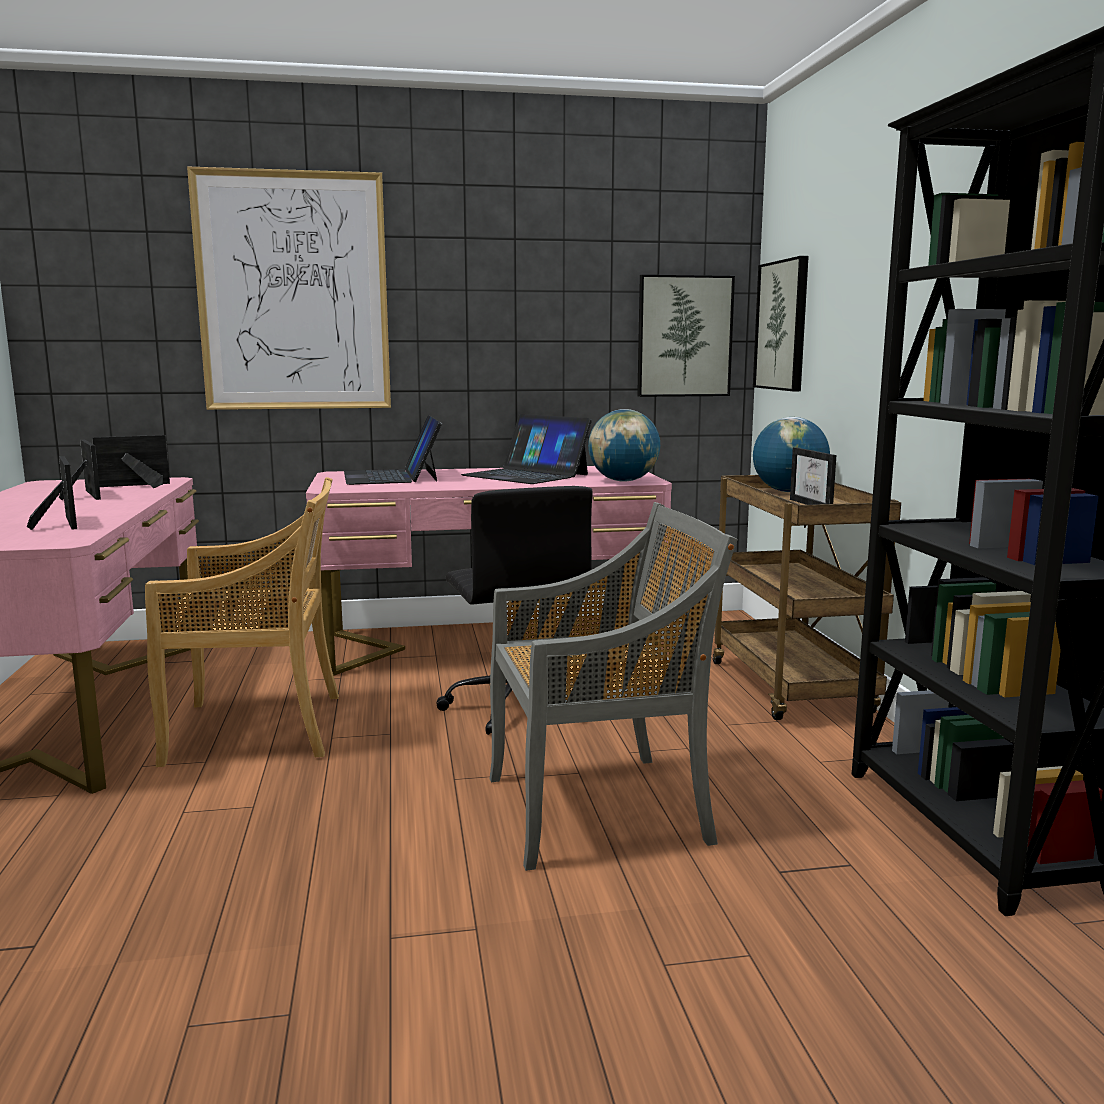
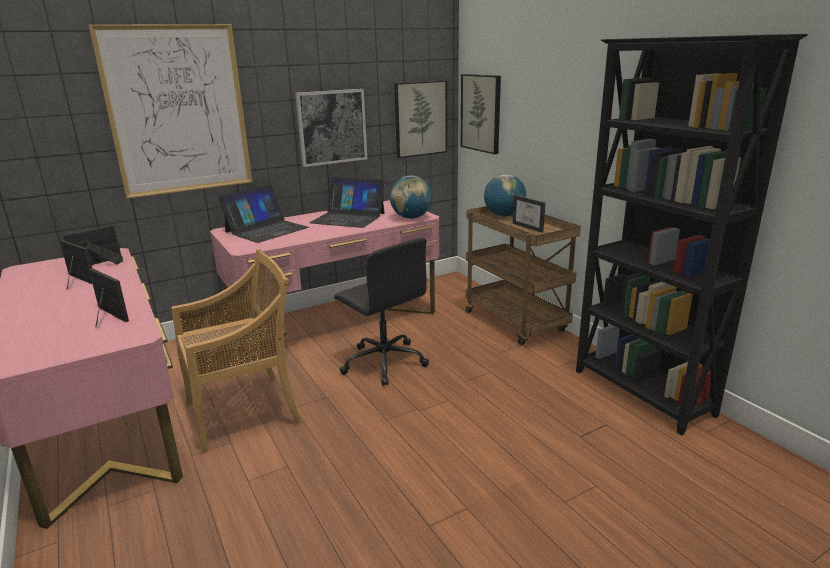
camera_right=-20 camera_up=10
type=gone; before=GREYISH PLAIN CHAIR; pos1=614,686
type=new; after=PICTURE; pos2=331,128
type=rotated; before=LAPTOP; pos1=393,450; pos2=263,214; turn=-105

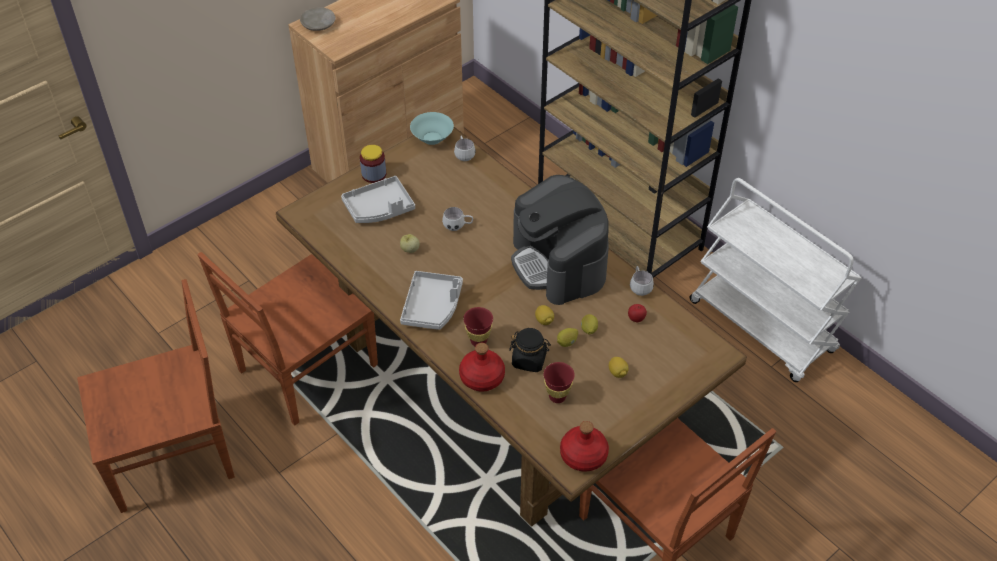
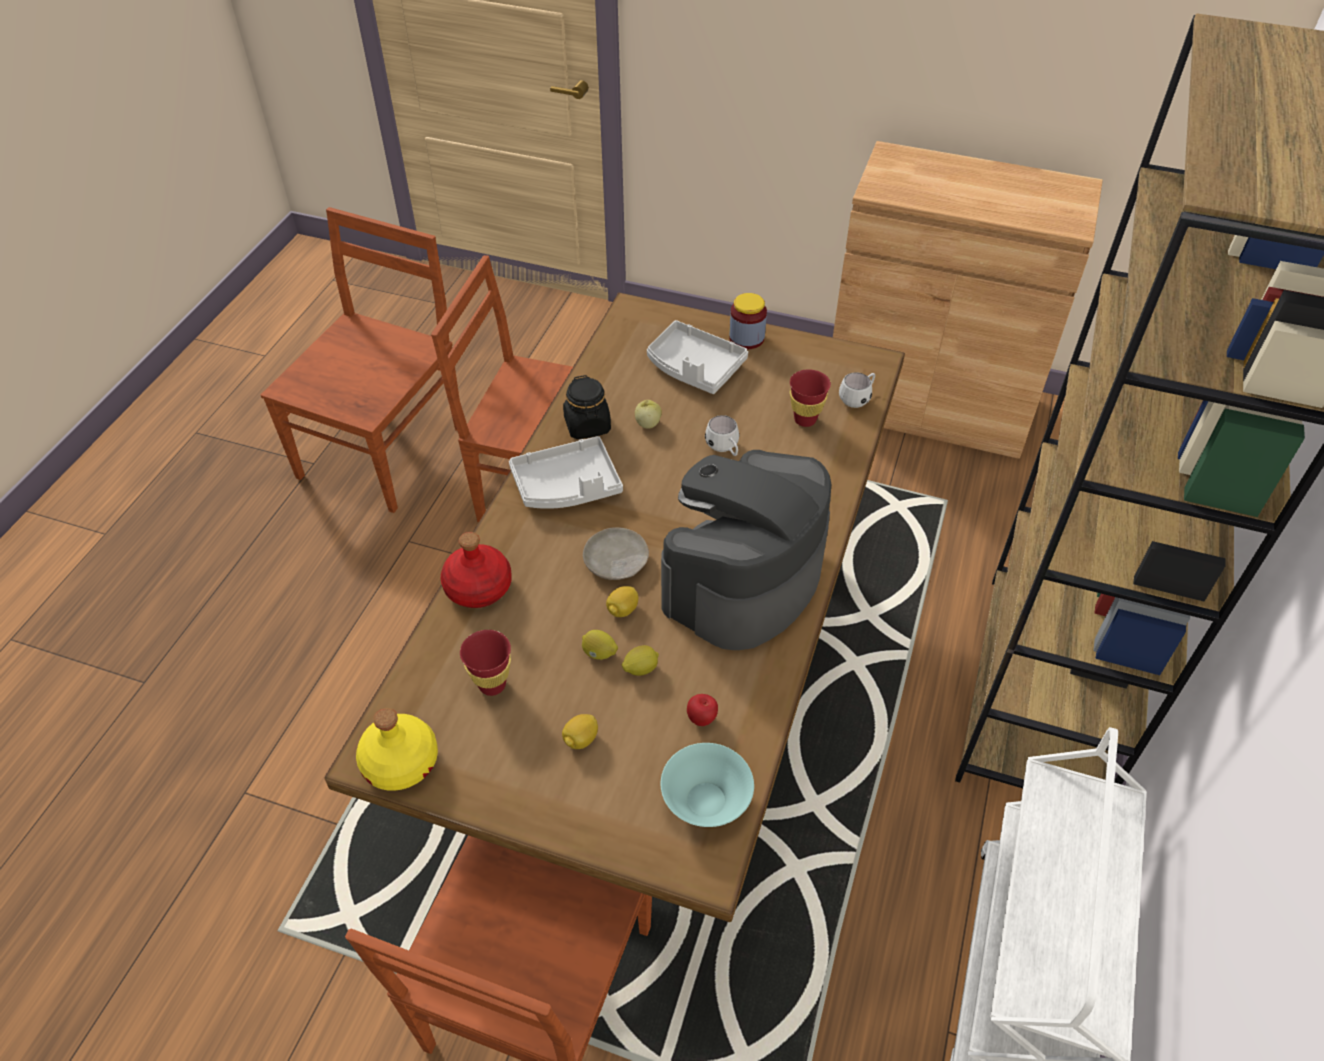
camera_right=60 camera_up=0
type=gone; before=WHITE COFFEE MUG; pos1=642,281
type=shifted; before=BEIGE FLAT DISH; pos1=318,19; pos2=616,554
type=shifted; before=TURQUOISE DEEP DISH; pos1=432,128; pos2=707,785
type=shifted; before=RED-COLOURED SMALL CUP; pos1=478,326; pos2=810,398
type=shifted; before=BLACK-COLOURED STORAGE JAR; pos1=530,350; pos2=587,407
type=repainted; before=RED-COLOURED BEVERAGE BOTTLE; after=YELLOWISH BEVERAGE BOTTLE; pos1=584,446; pos2=397,749
type=rotated; before=BROWN PLAIN CHAIR; pos1=156,396; pos2=360,360; turn=-105

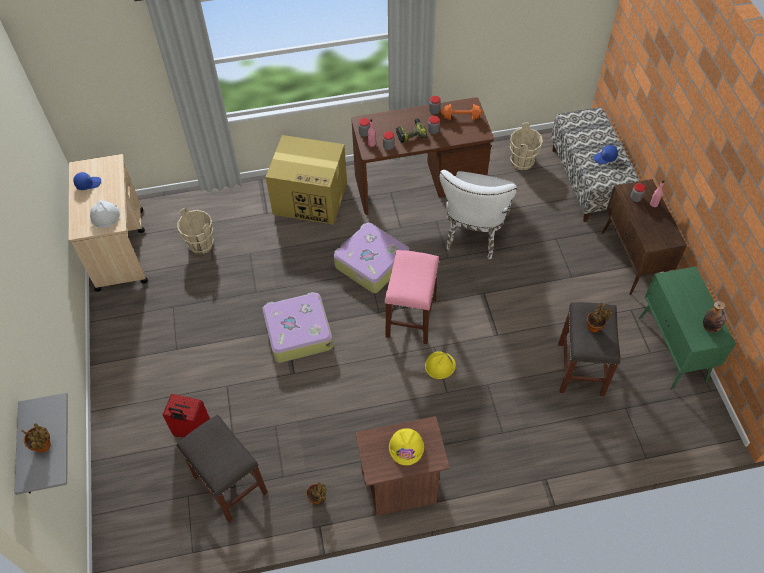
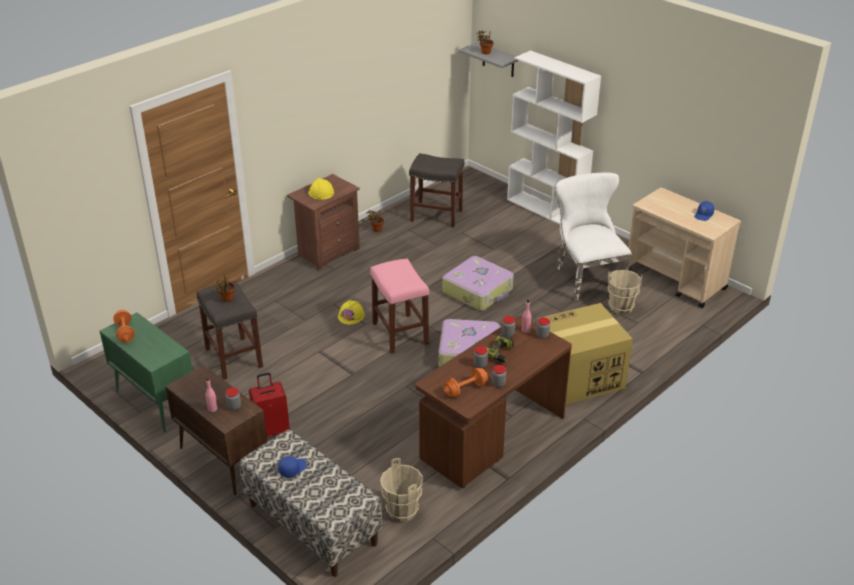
camera_right=145 camera_up=-20
type=gone; before=WHITE WORK HELMET; pos1=105,214
type=new; after=WHITE SHELVING UNIT; pos2=554,137
type=shifted; before=RED-COLOURED TRAVEL CASE; pos1=186,416; pos2=269,404
type=shifted; before=WHITE PLAIN CHAIR; pos1=478,214; pos2=593,237
type=swapped; before=BEVERAGE BOTTLE; after=ORANGE-COLOURED HAND WEIGHT; pos1=714,316; pos2=124,326

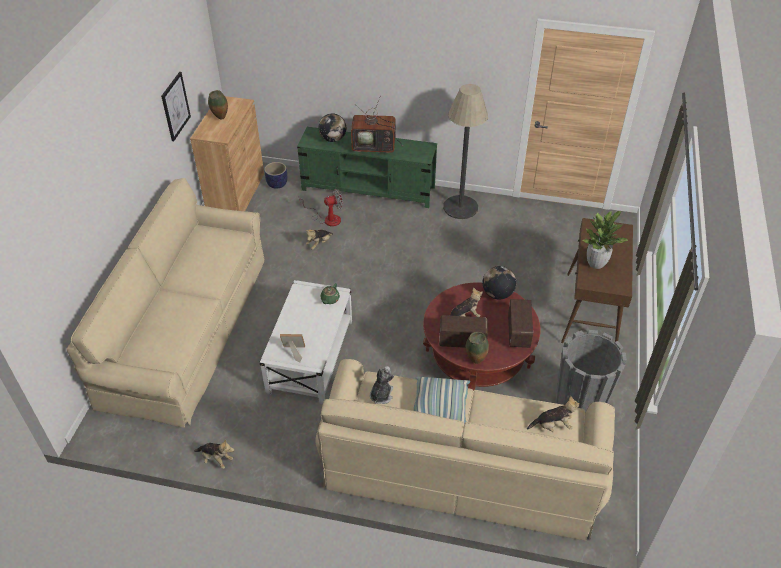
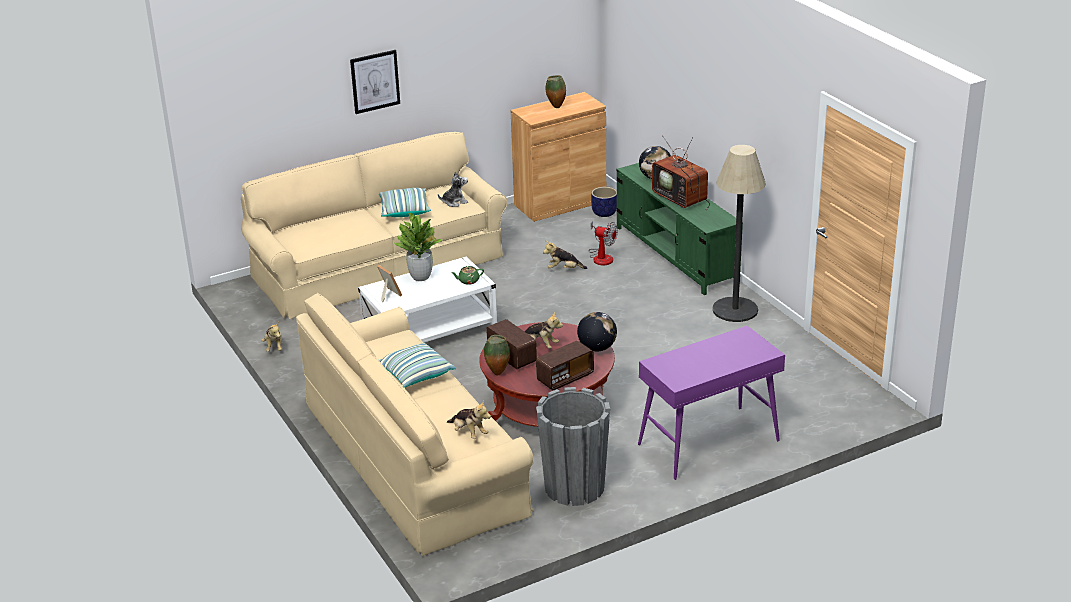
camera_right=50 camera_up=-15
type=new; after=PILLOW; pos2=405,202
type=shifted; before=PICTURE; pos1=176,106; pos2=375,82
type=shifted; before=CUDDLY TOY; pos1=382,385; pos2=453,189
type=shifted; before=PLANT IN A POT; pos1=605,240; pos2=418,247
type=repainted; before=BROWN NARROW TABLE; after=PURPLE-COLOURED NARROW TABLE; pos1=597,280; pos2=711,403

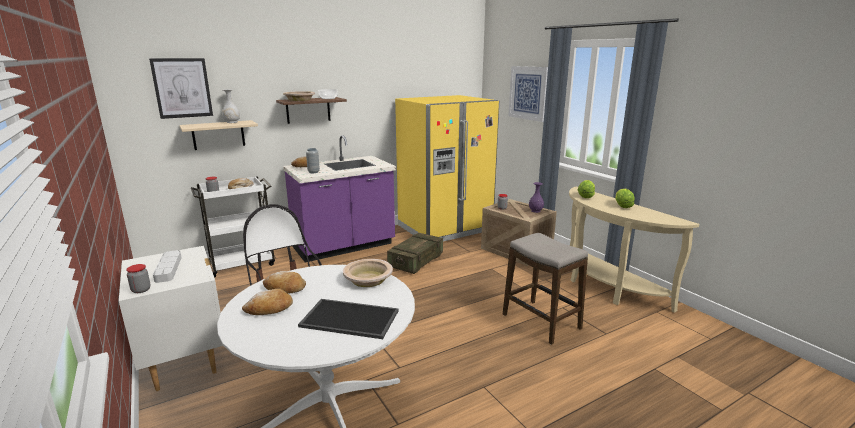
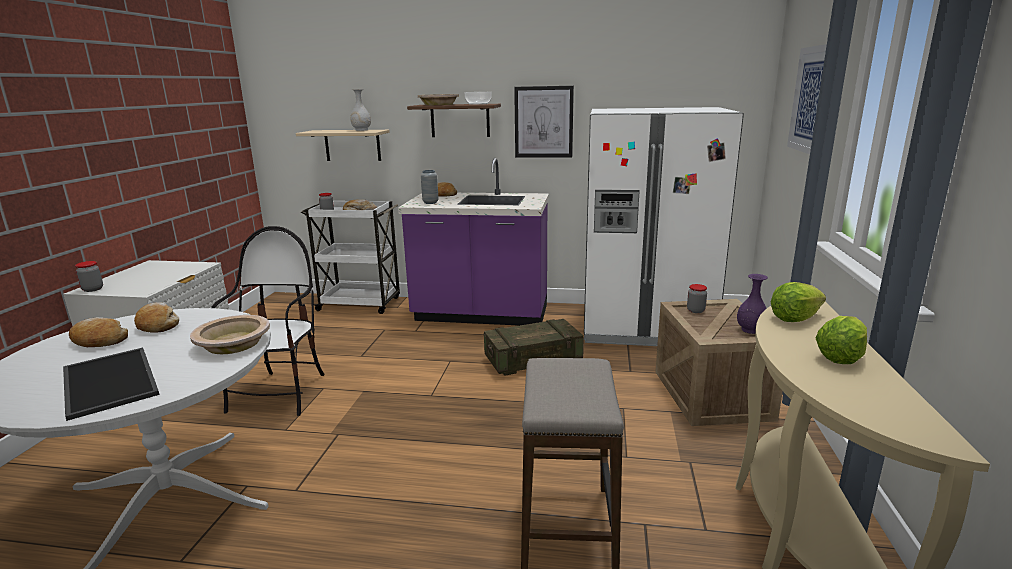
camera_right=40 camera_up=0
type=gone; before=GREYISH TRAY; pos1=167,266
type=shifted; before=PICTURE; pos1=181,88; pos2=544,122
type=repainted; before=YELLOWISH KITCHEN FRIDGE; after=WHITE KITCHEN FRIDGE; pos1=447,168; pos2=664,226

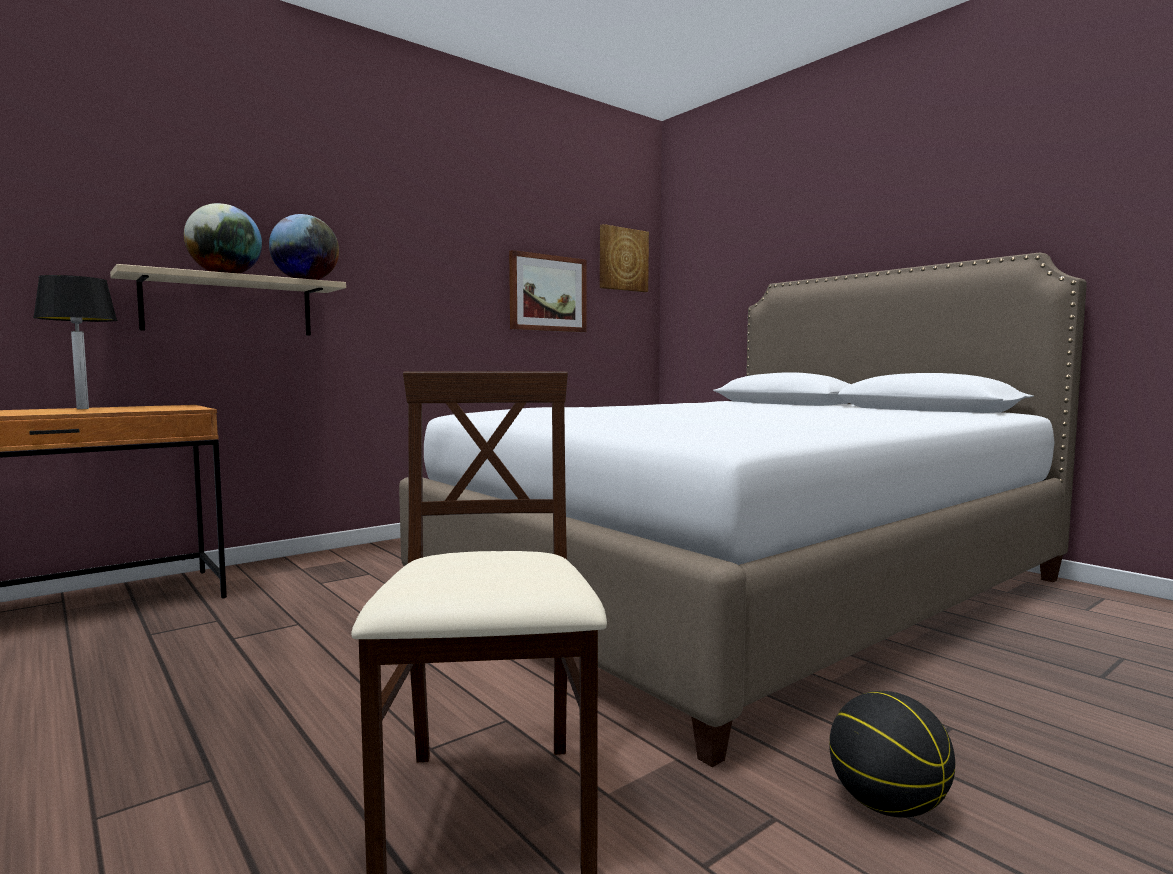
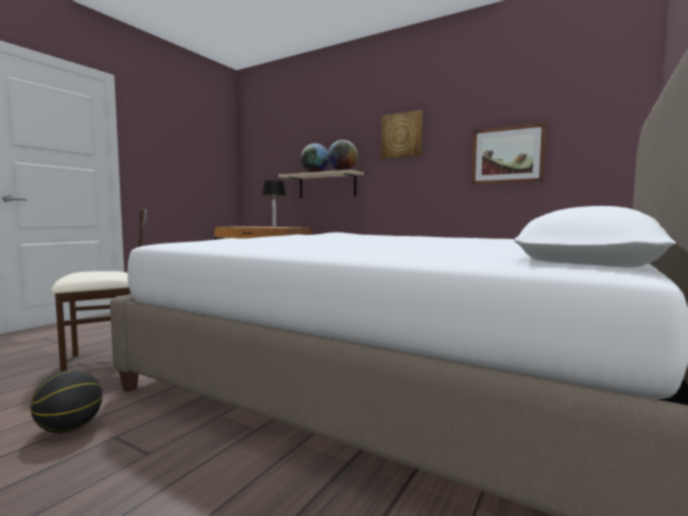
camera_right=70 camera_up=0
type=shifted; before=PICTURE; pos1=624,258; pos2=402,134

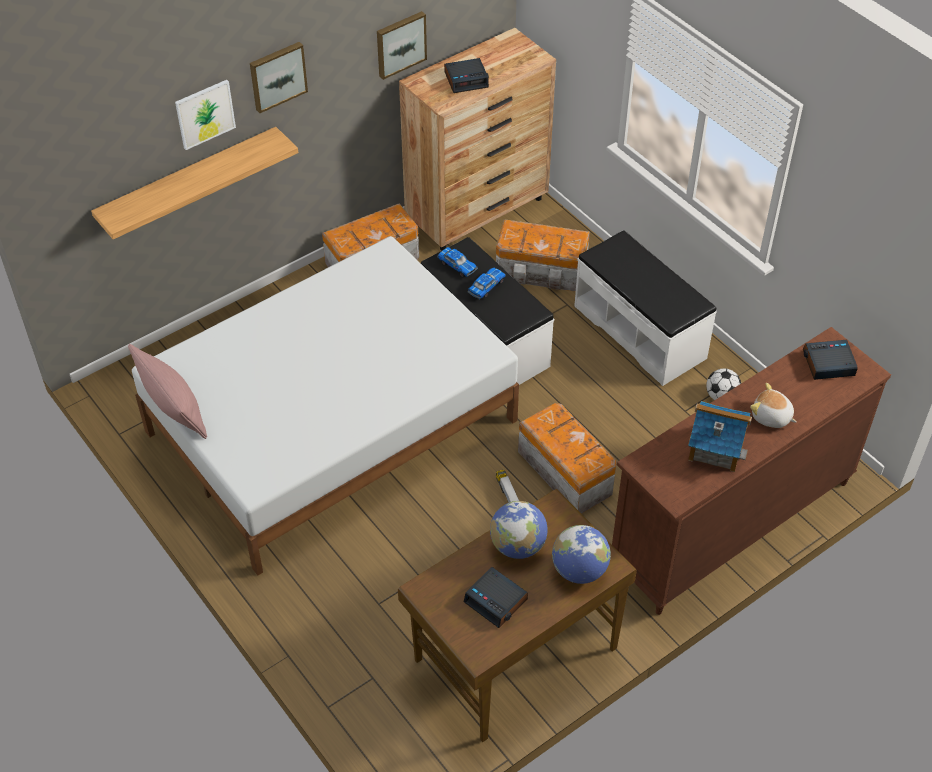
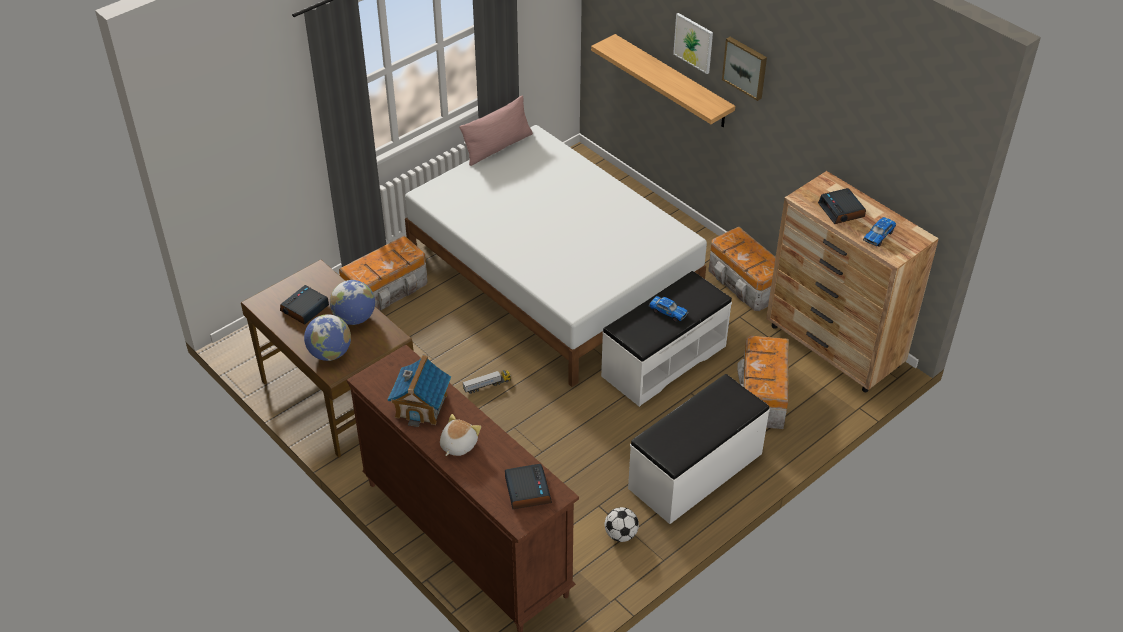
camera_right=85 camera_up=-5
type=gone; before=PICTURE; pos1=402,45
type=shifted; before=TOY CAR; pos1=457,262; pos2=879,232
type=shifted; before=STORAGE BOX; pos1=567,458; pos2=383,272

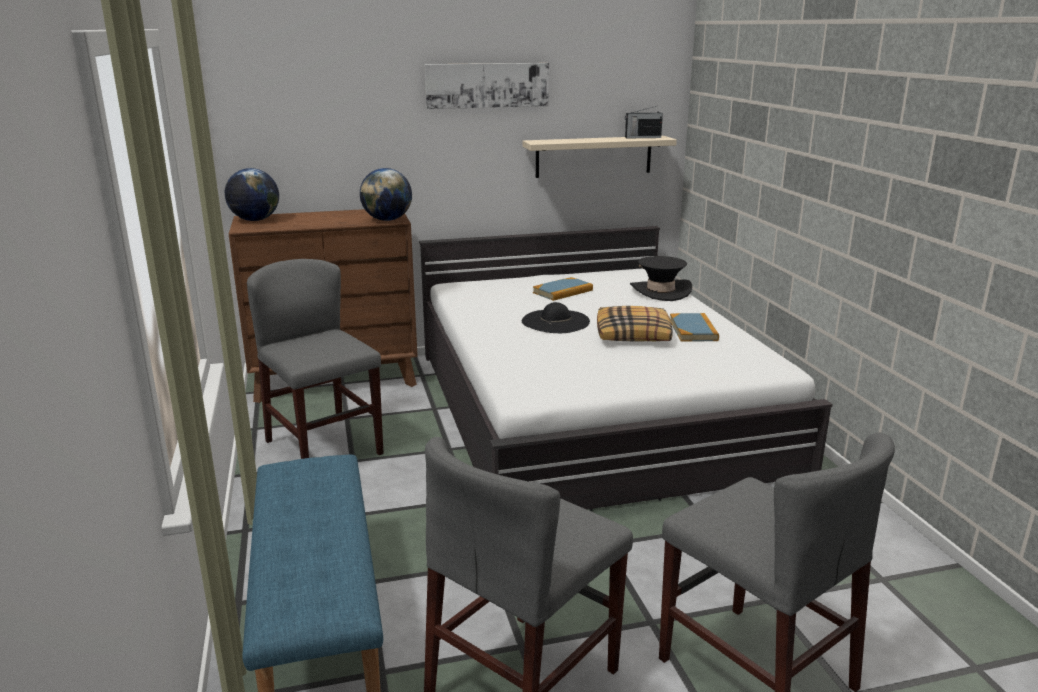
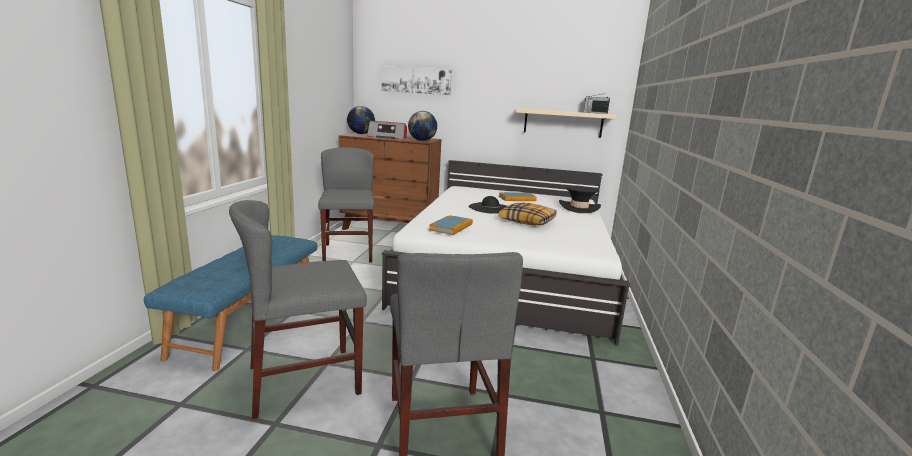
camera_right=25 camera_up=-5
type=new; after=RADIO; pos2=387,130
type=shifted; before=PICTURE; pos1=487,86; pos2=417,80
type=shifted; before=BOUND BOOK; pos1=694,327; pos2=451,225

